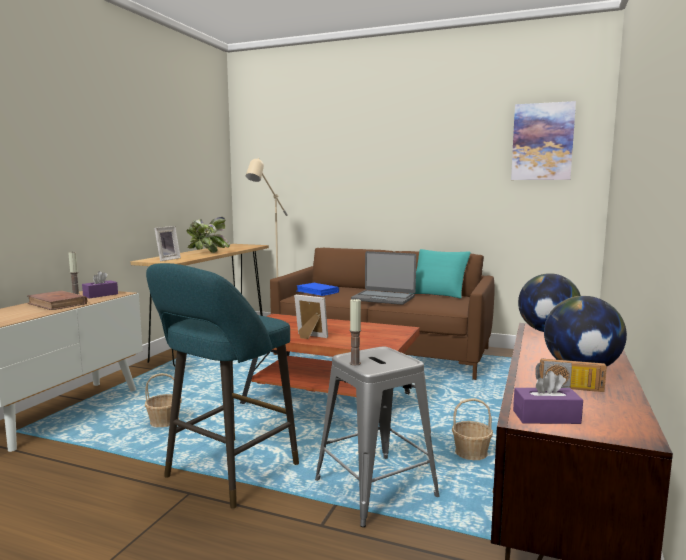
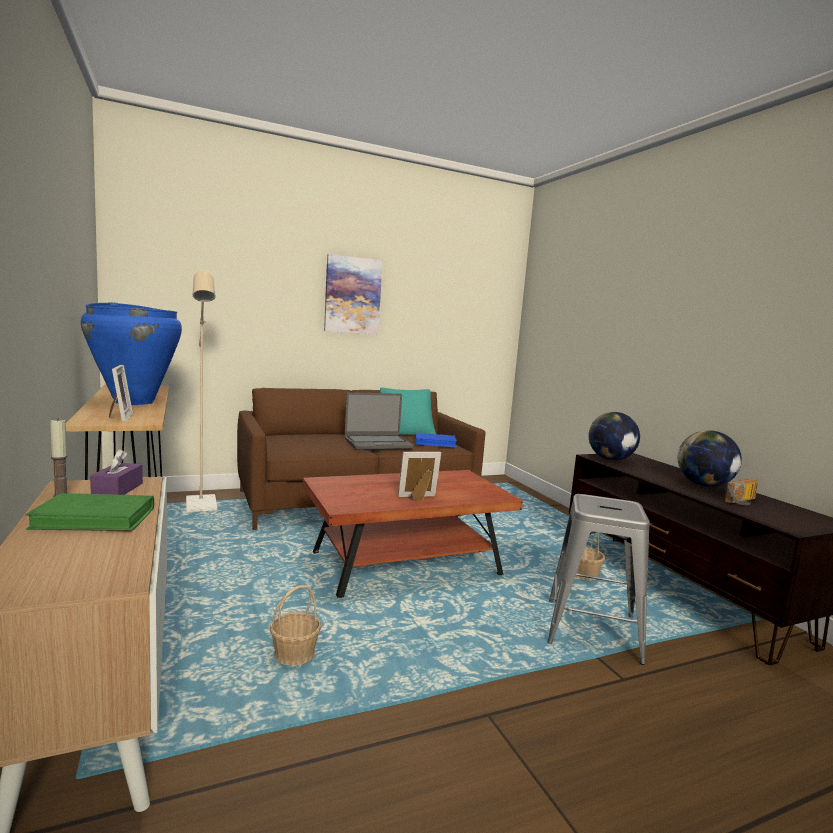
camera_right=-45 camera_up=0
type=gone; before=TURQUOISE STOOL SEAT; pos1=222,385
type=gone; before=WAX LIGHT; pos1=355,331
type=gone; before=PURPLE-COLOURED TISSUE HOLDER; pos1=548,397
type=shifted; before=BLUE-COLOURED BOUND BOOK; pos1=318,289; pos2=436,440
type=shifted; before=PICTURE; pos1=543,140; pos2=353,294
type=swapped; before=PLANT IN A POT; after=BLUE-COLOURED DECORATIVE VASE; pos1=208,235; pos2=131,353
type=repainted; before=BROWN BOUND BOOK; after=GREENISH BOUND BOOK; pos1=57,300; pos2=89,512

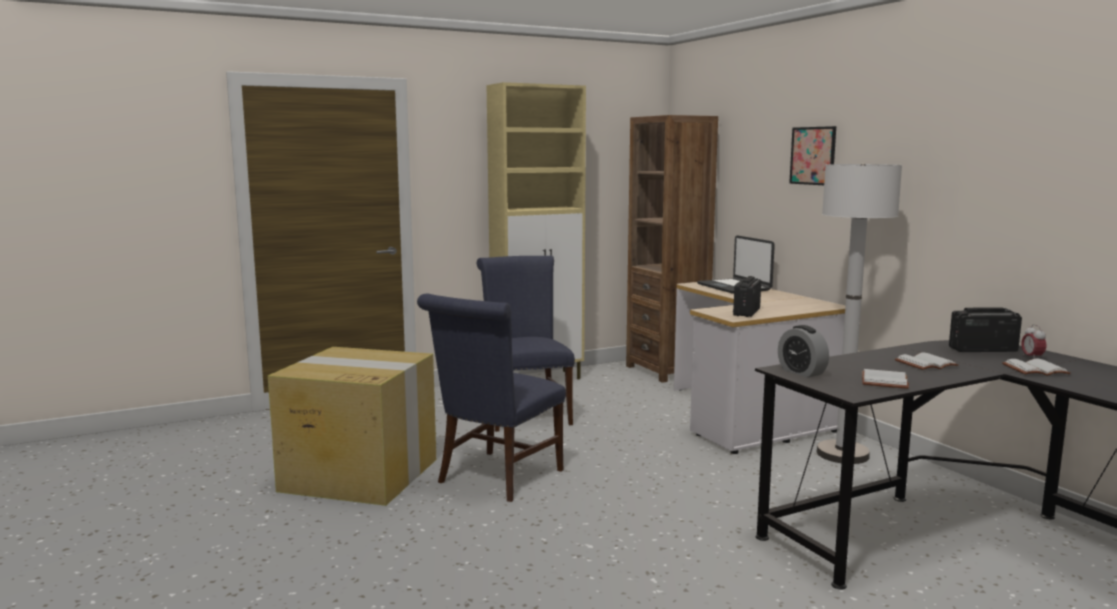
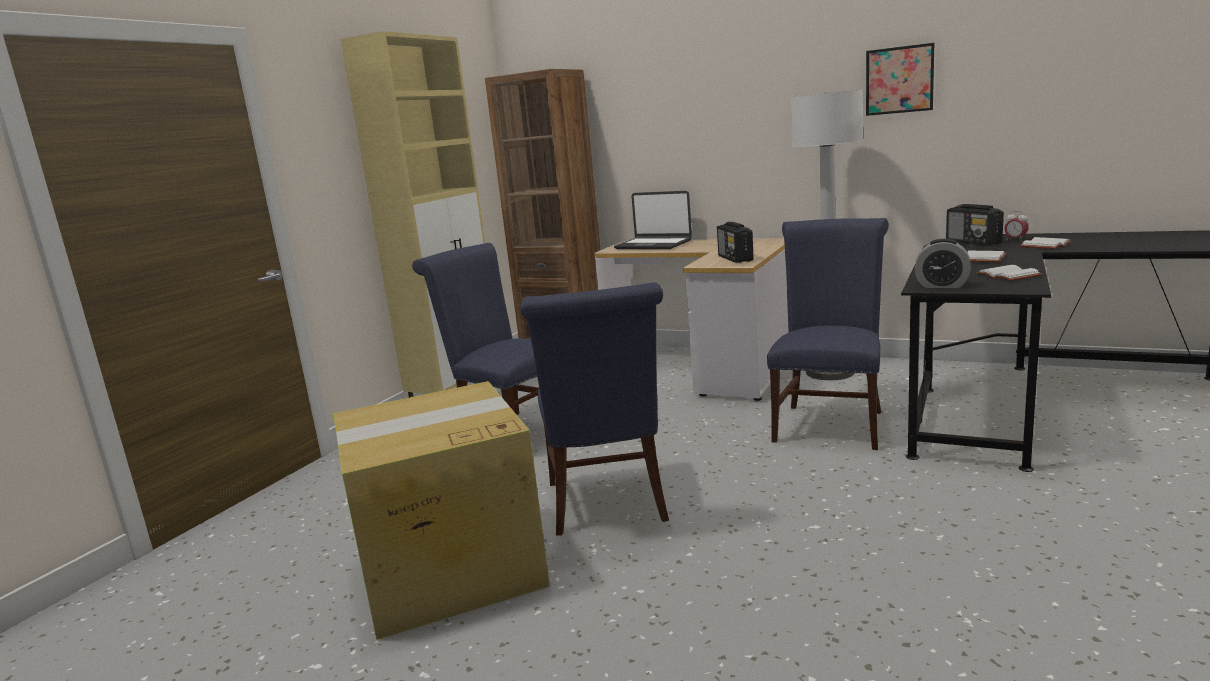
camera_right=-35 camera_up=5
type=new; after=BLUE-COLOURED PLAIN CHAIR; pos2=828,334
type=shifted; before=PICTURE; pos1=812,155; pos2=900,79
type=rotated; before=RADIO; pos1=985,329; pos2=975,225; turn=-75

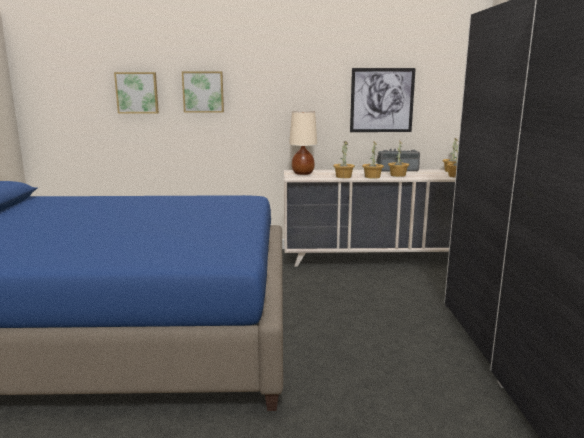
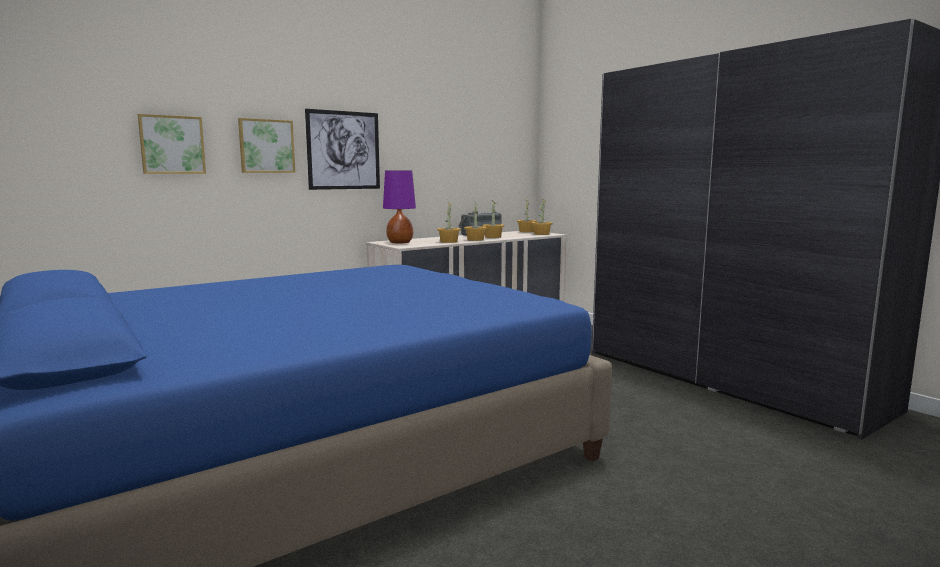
camera_right=-35 camera_up=-5
type=shifted; before=PICTURE; pos1=383,100; pos2=342,149
type=repainted; before=BEIGE TABLETOP LAMP; after=PURPLE-COLOURED TABLETOP LAMP; pos1=303,143; pos2=399,207

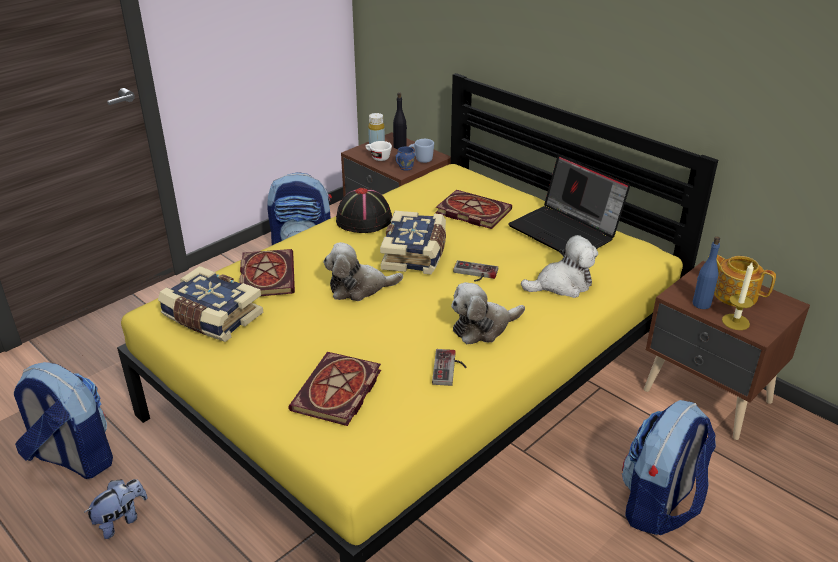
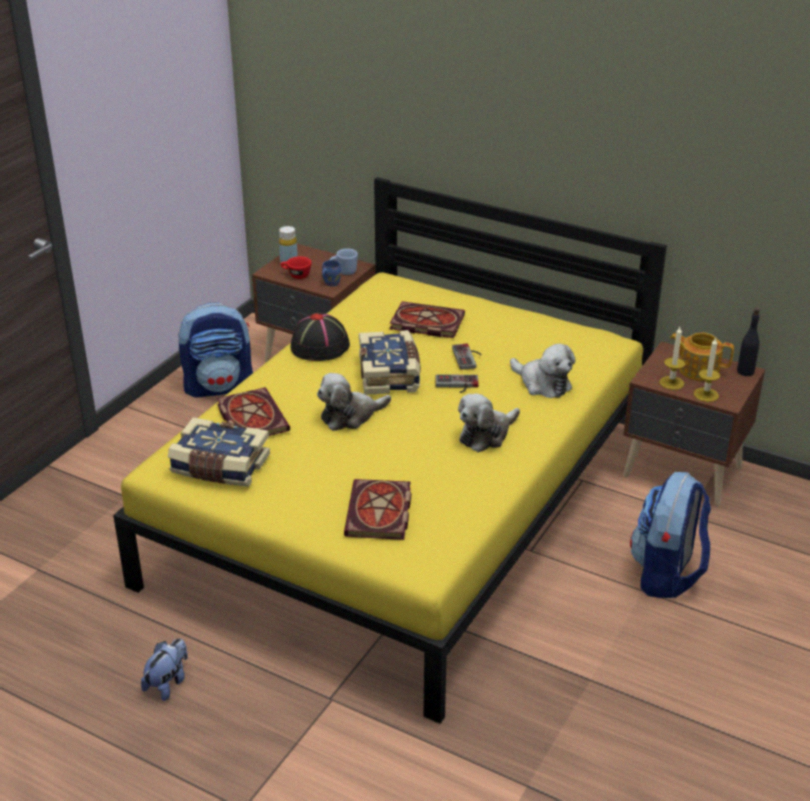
camera_right=-15 camera_up=0
type=gone; before=BACKPACK; pos1=63,420
type=gone; before=LAPTOP; pos1=569,203
type=shifted; before=BLACK-COLOURED BEVERAGE BOTTLE; pos1=400,120; pos2=748,342
type=shifted; before=JOYPAD; pos1=449,367; pos2=467,356
type=swapped; before=BLUE-COLOURED BEVERAGE BOTTLE; after=WAX LIGHT; pos1=706,272; pos2=672,358
type=repainted; before=WHITE SMALL CUP; after=RED-COLOURED SMALL CUP; pos1=378,151; pos2=296,267
type=rotated; before=CUDDLY TOY; pos1=559,266; pos2=543,371; turn=75

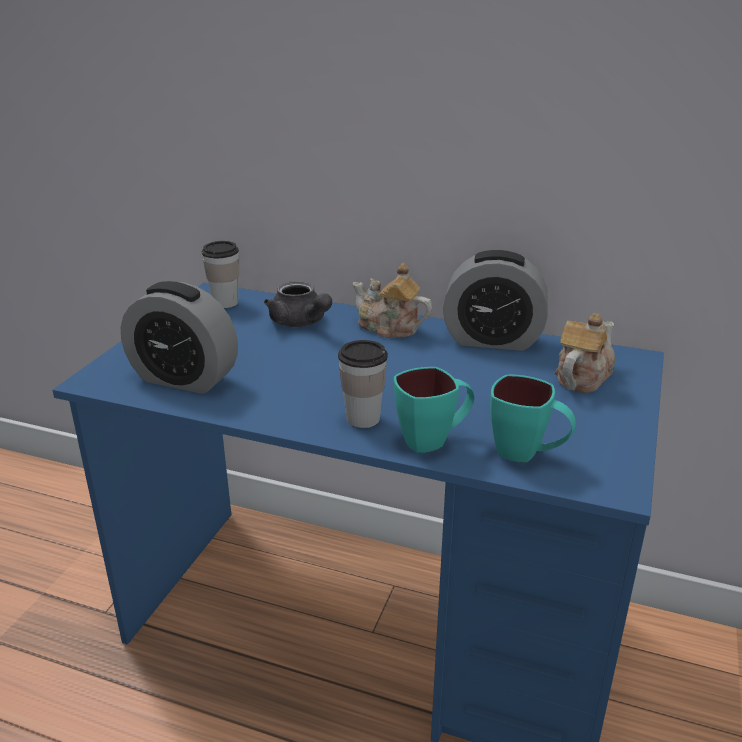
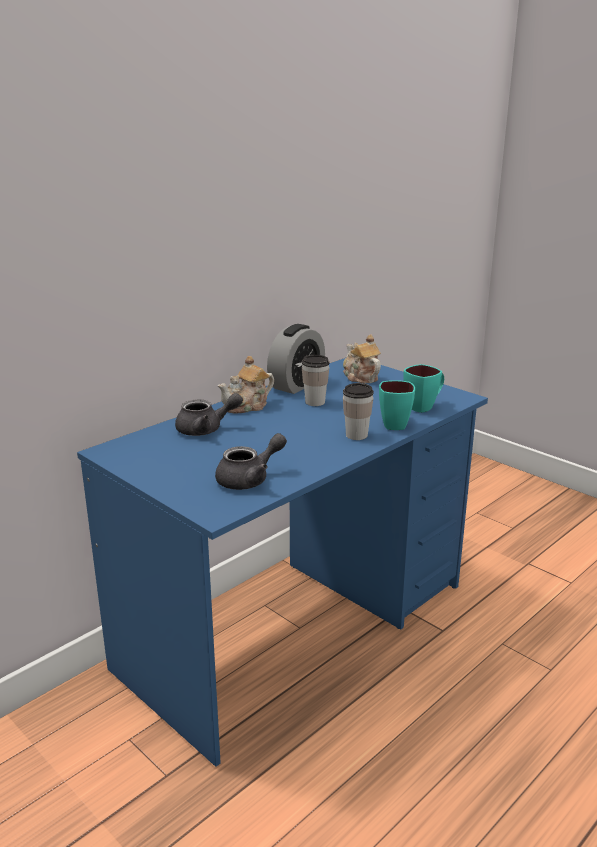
camera_right=-65 camera_up=-5
type=shifted; before=SMALL CUP; pos1=220,274; pos2=316,380
type=swapped; before=ALARM CLOCK; after=GREYISH TEA POT; pos1=179,337; pos2=251,461

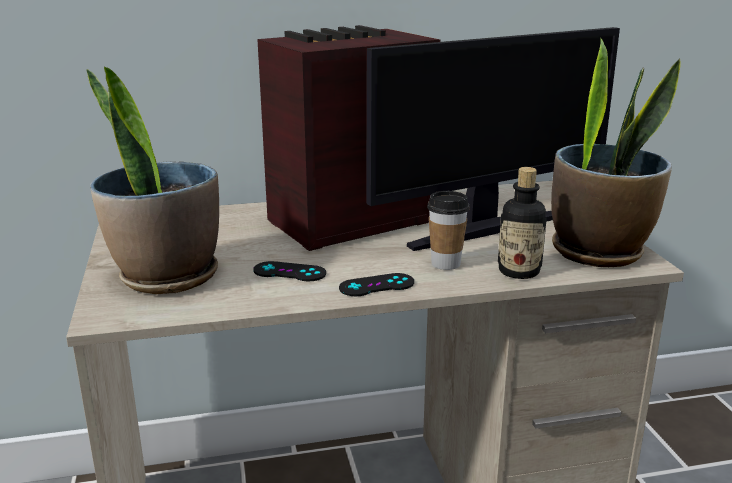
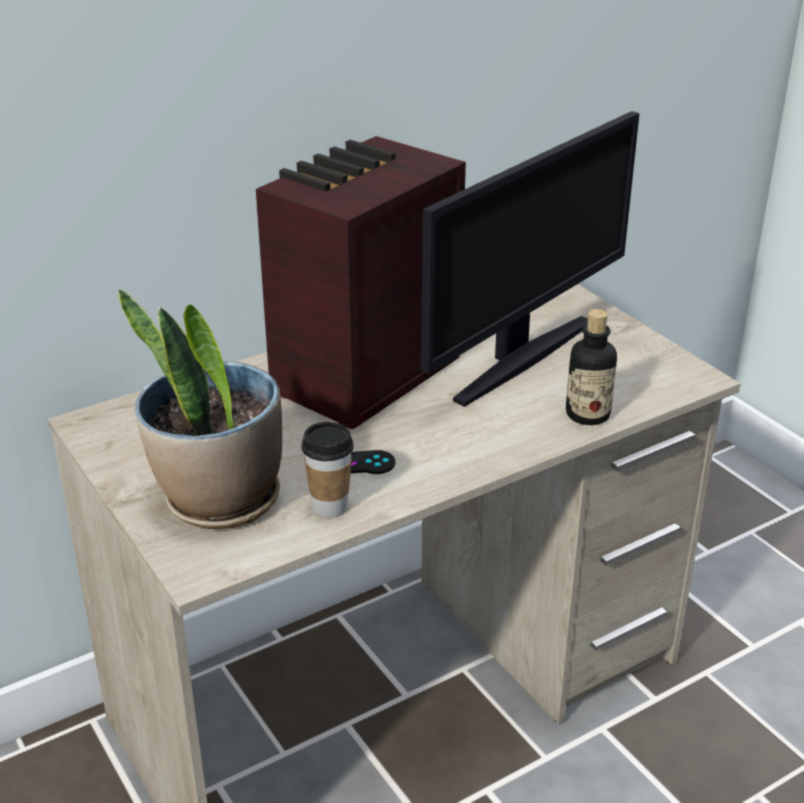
camera_right=-20 camera_up=10
type=gone; before=BLACK-COLOURED JOYPAD; pos1=376,284
type=gone; before=PLANT IN A POT; pos1=616,153
type=shifted; before=SMALL CUP; pos1=448,230; pos2=328,470

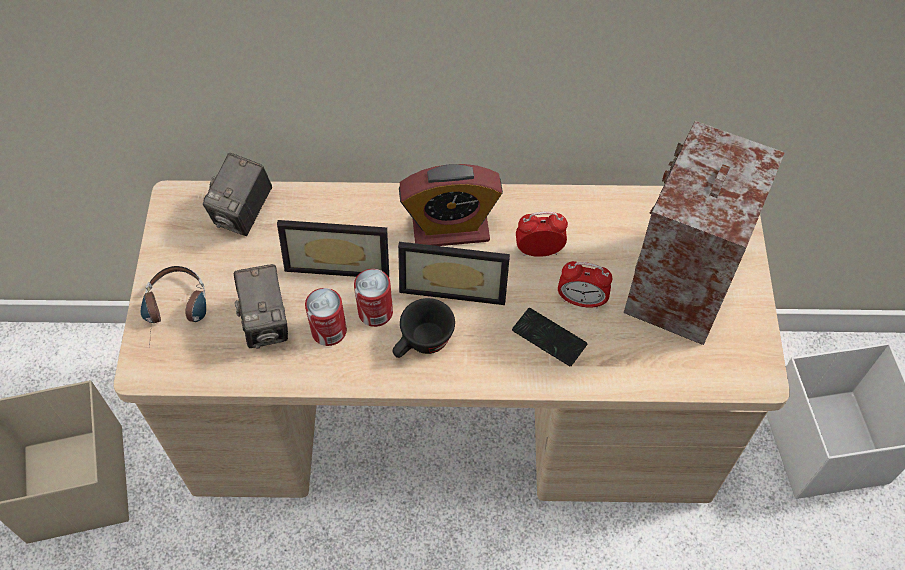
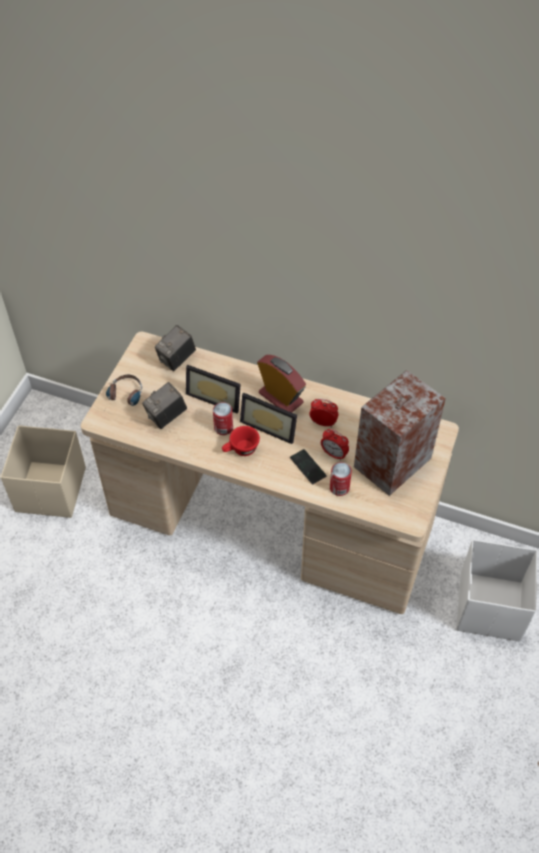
camera_right=20 camera_up=-5
type=shifted; before=CAN; pos1=326,317; pos2=341,479
type=repainted; before=BLACK-COLOURED SMALL CUP; after=RED-COLOURED SMALL CUP; pos1=424,328; pos2=241,441
type=rotated; before=STILL CAMERA; pos1=261,306; pos2=164,405; turn=45
type=rotated; before=ALARM CLOCK; pos1=451,205; pos2=281,384; turn=-150

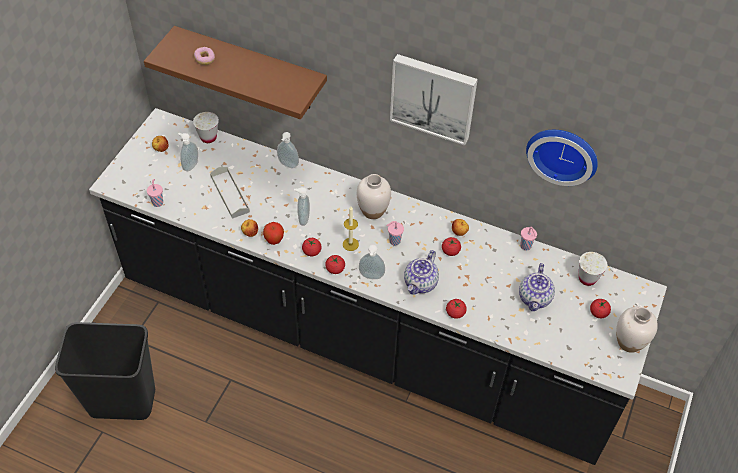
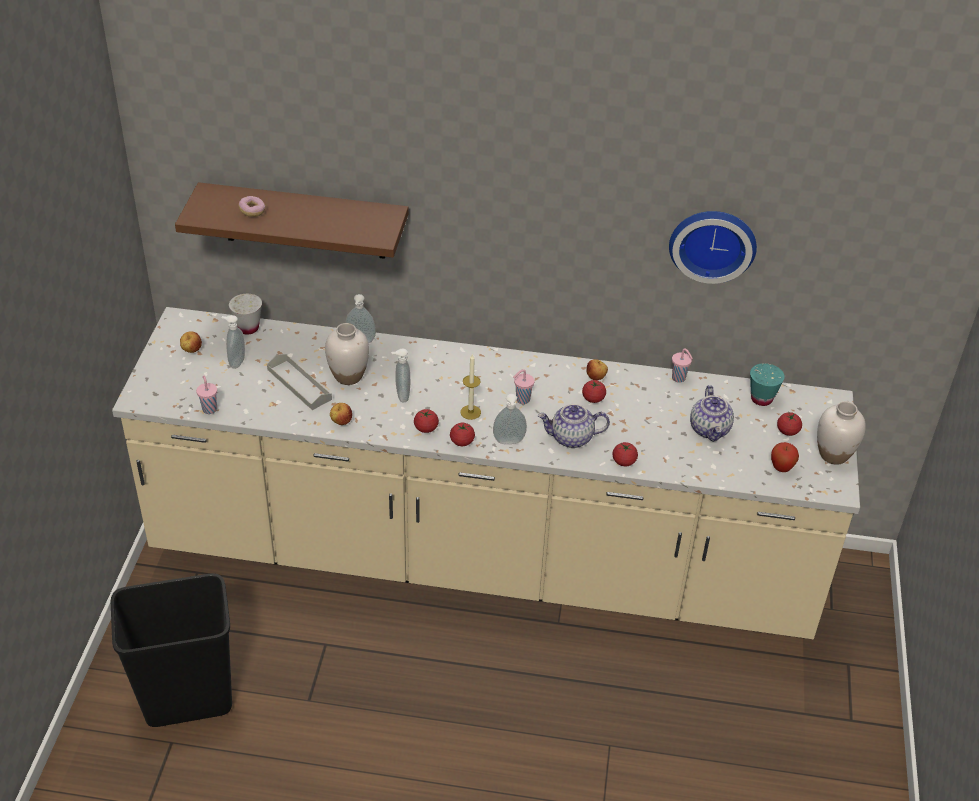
camera_right=-15 camera_up=-10
type=gone; before=PICTURE; pos1=434,100
type=shifted; before=APPLE FRUIT; pos1=273,233; pos2=785,457
type=shifted; before=WHITE DECORATIVE VASE; pos1=374,196; pos2=347,354
type=repainted; before=BLACK-COLOURED KITCHEN BASE UNIT; after=BEIGE KITCHEN BASE UNIT; pos1=378,286; pos2=486,473
type=repainted; before=WHITE SMALL CUP; after=TURQUOISE SMALL CUP; pos1=593,269; pos2=767,384
type=rotated; before=TEA POT; pos1=421,272; pos2=574,426; turn=75

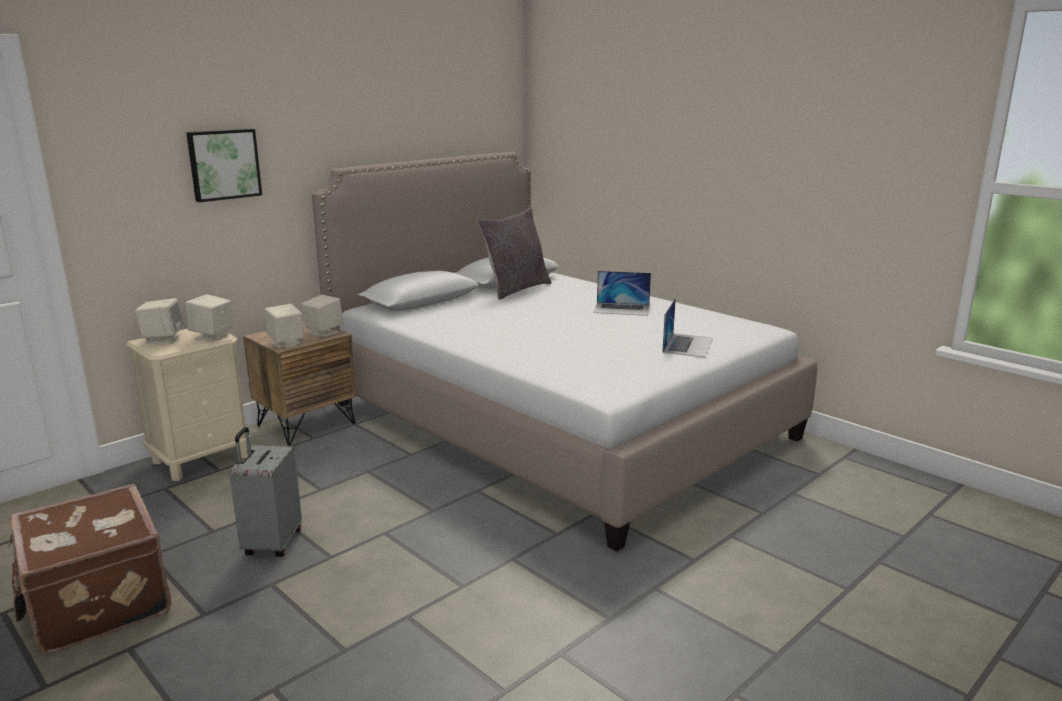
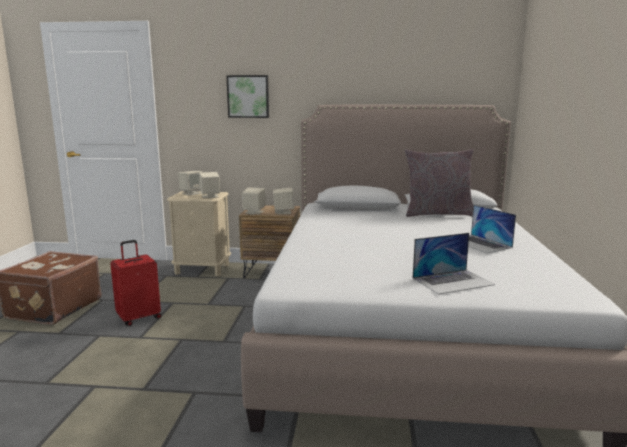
camera_right=50 camera_up=-5
type=repainted; before=GREYISH TRAVEL CASE; after=RED-COLOURED TRAVEL CASE; pos1=265,492; pos2=135,283

